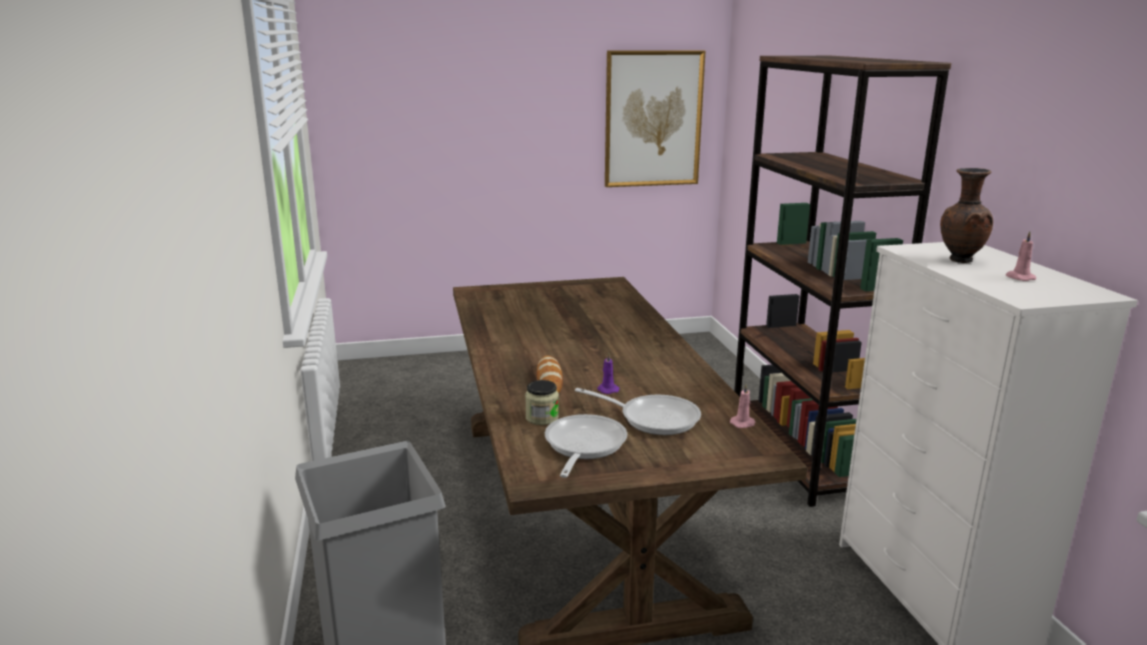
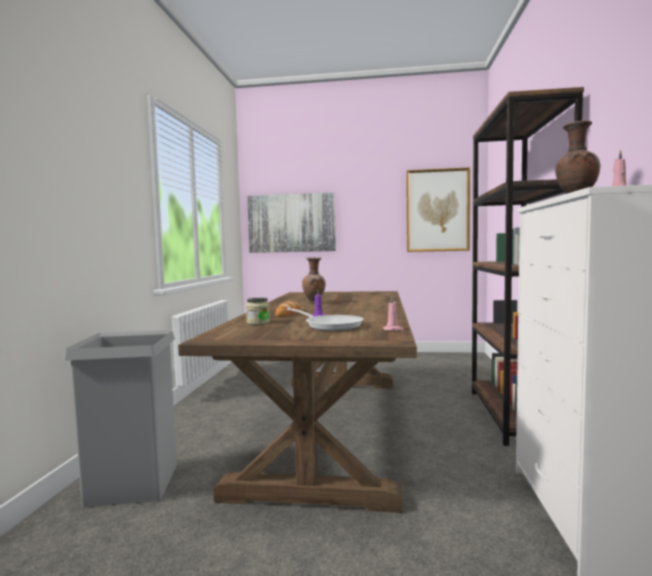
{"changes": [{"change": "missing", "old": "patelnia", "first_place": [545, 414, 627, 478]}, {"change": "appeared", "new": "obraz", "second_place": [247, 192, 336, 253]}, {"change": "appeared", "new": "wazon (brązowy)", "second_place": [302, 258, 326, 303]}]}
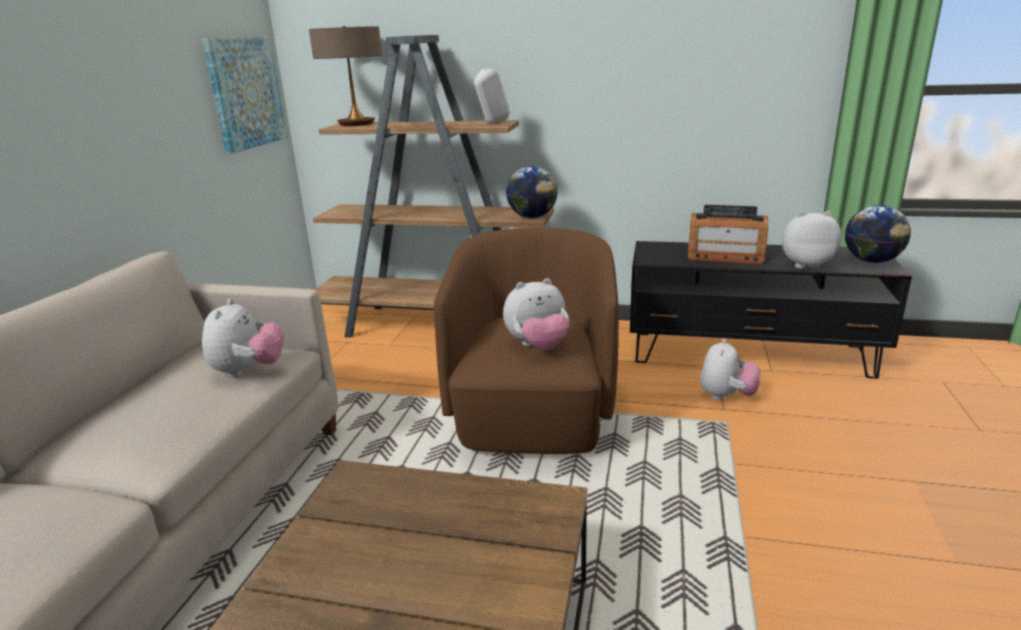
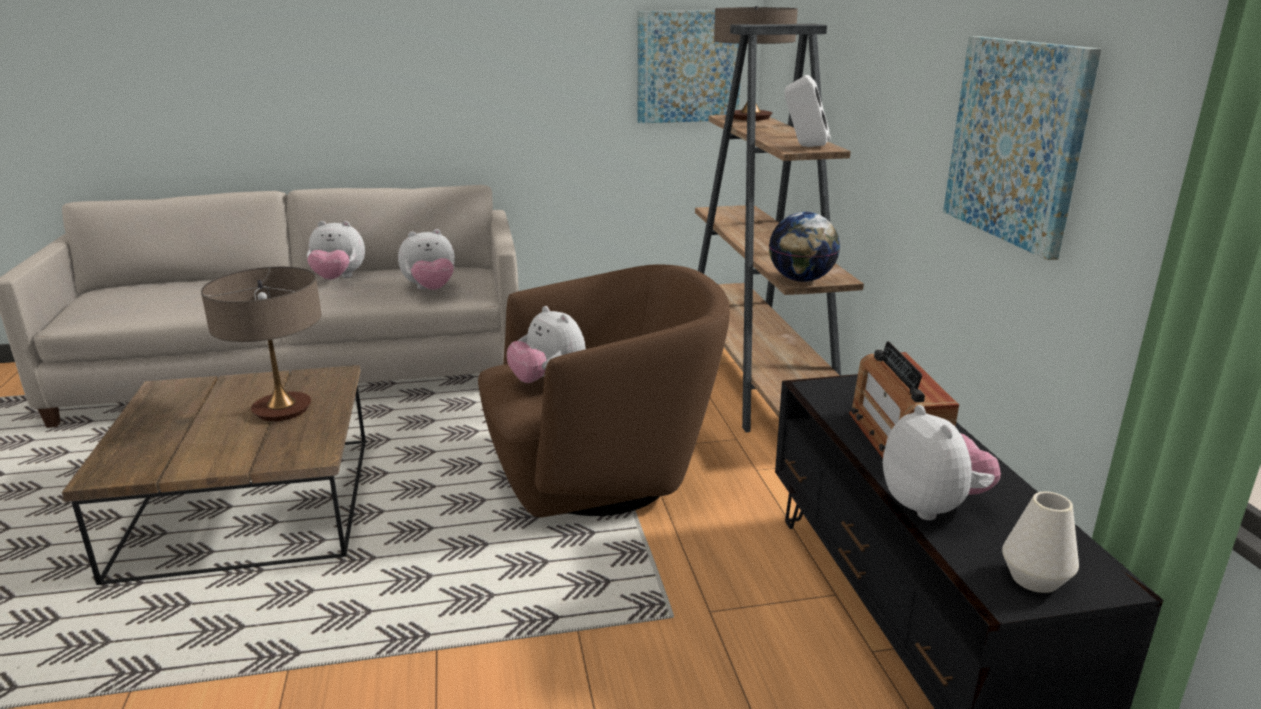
{"changes": [{"change": "exchanged", "old": "globus", "new": "wazon (biały)", "first_place": [845, 205, 911, 263], "second_place": [1002, 492, 1079, 593]}, {"change": "relocated", "old": "pluszak", "first_place": [700, 339, 761, 400], "second_place": [307, 221, 365, 280]}, {"change": "appeared", "new": "obraz", "second_place": [943, 36, 1101, 260]}, {"change": "appeared", "new": "lampa stołowa", "second_place": [201, 267, 322, 421]}]}
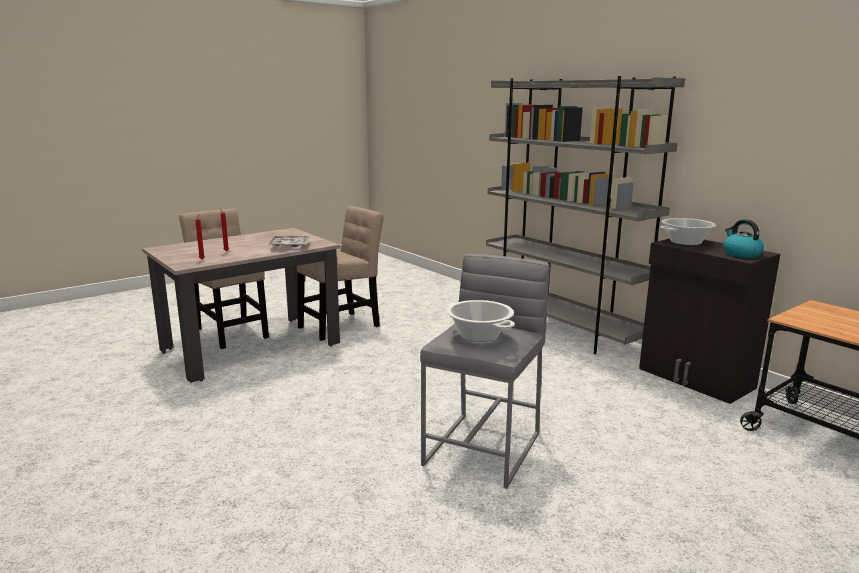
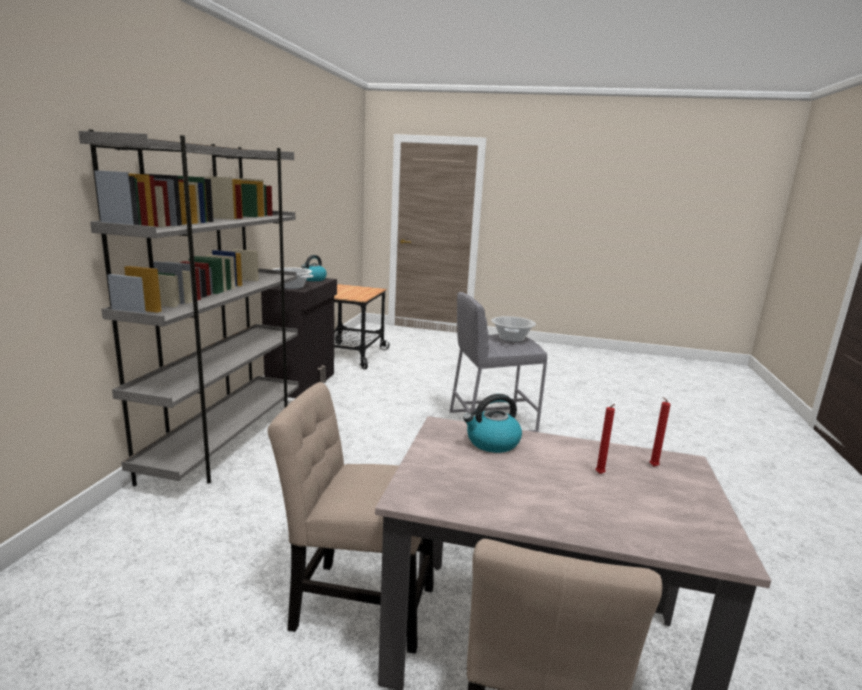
{"changes": [{"change": "exchanged", "old": "taca", "new": "czajnik", "first_place": [269, 236, 309, 247], "second_place": [463, 394, 522, 453]}]}
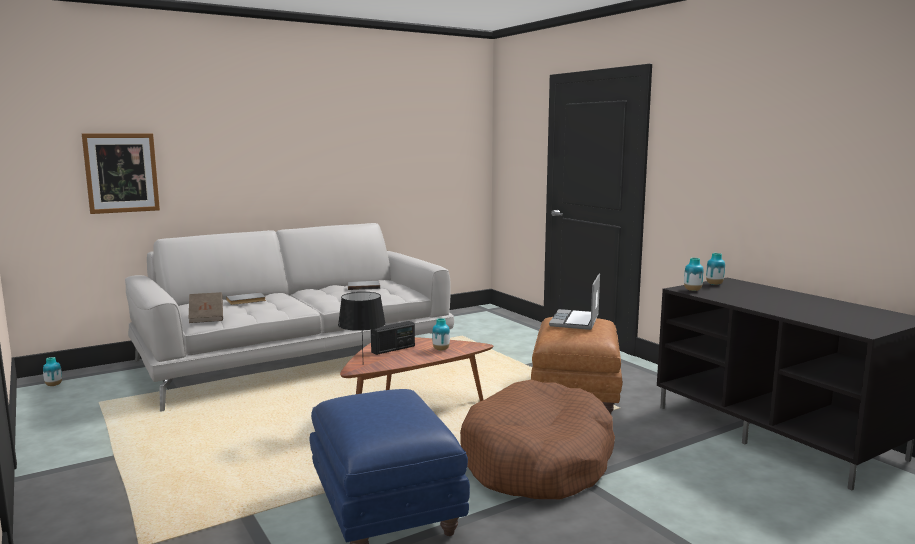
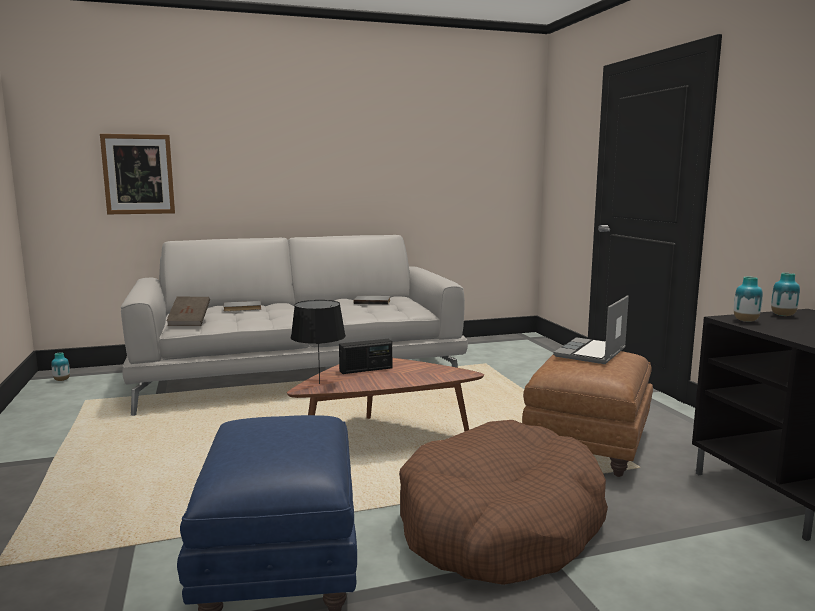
{"changes": [{"change": "missing", "old": "wazon", "first_place": [432, 318, 450, 350]}]}
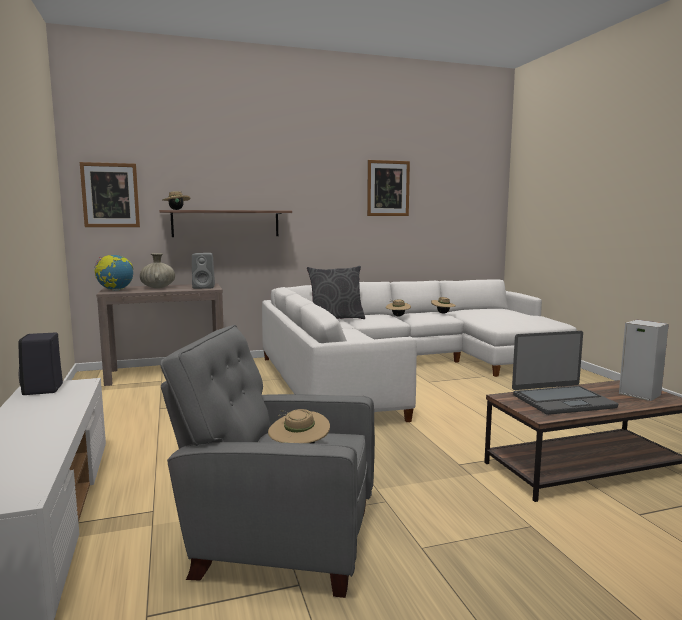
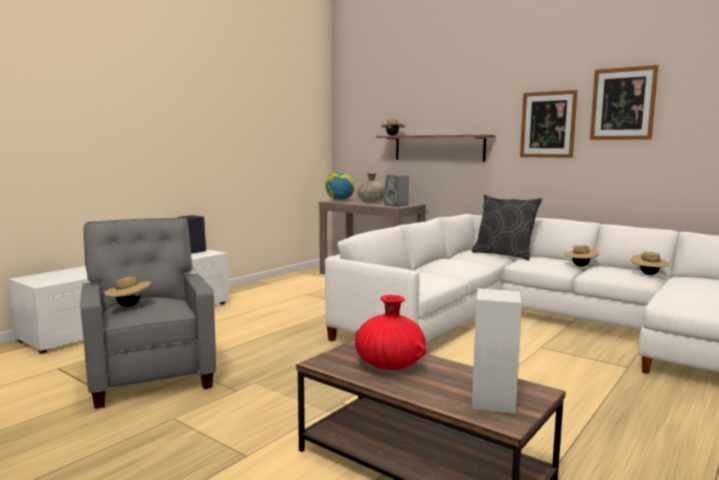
{"changes": [{"change": "relocated", "old": "obraz", "first_place": [80, 162, 140, 227], "second_place": [520, 90, 577, 158]}, {"change": "exchanged", "old": "laptop", "new": "wazon (czerwony)", "first_place": [512, 331, 618, 415], "second_place": [355, 295, 426, 370]}]}
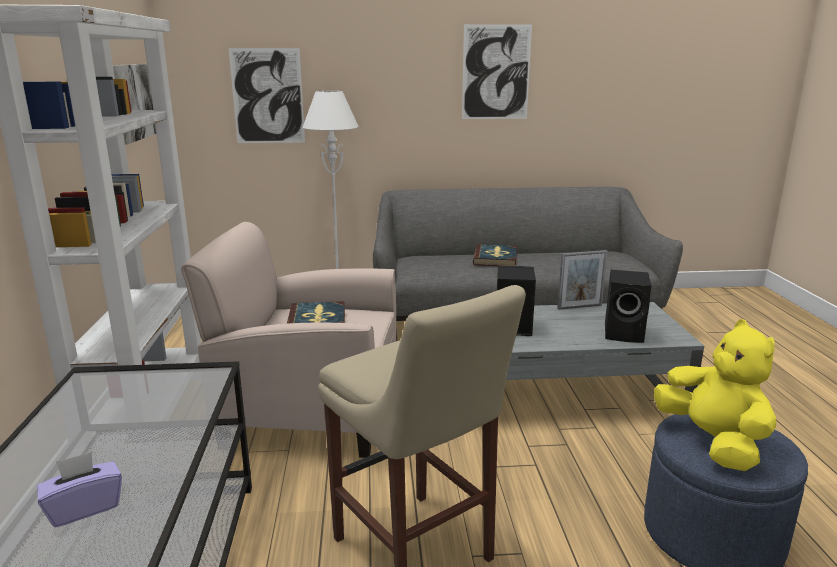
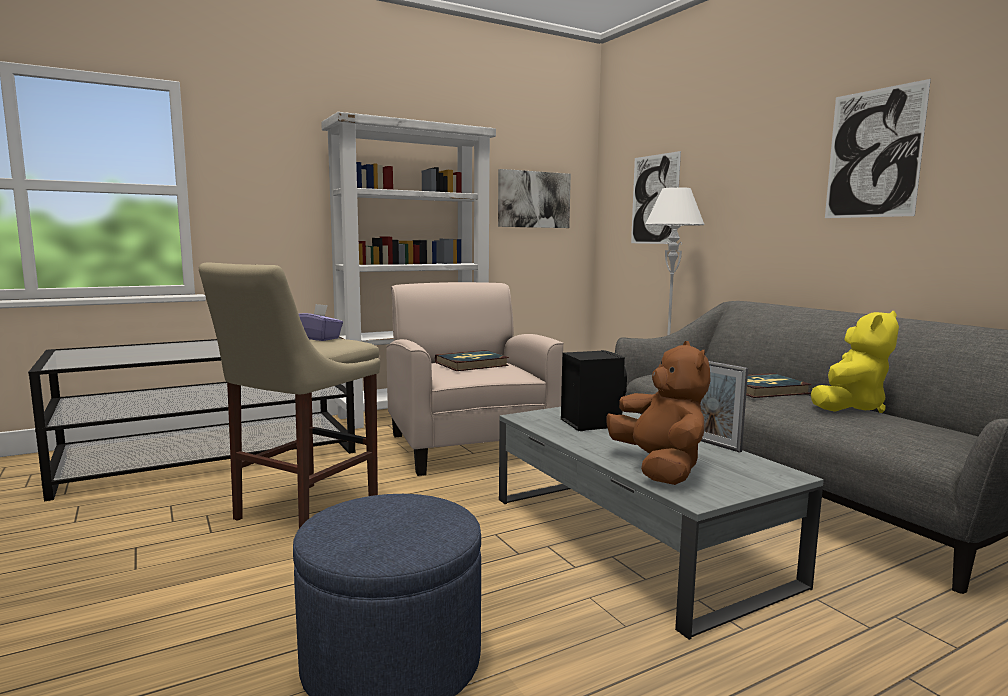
{"changes": [{"change": "exchanged", "old": "głośnik (czarny)", "new": "pluszak (brązowy)", "first_place": [605, 270, 652, 343], "second_place": [606, 341, 711, 485]}, {"change": "relocated", "old": "pluszak (żółty)", "first_place": [654, 319, 776, 471], "second_place": [811, 311, 899, 413]}, {"change": "relocated", "old": "pudełko chusteczek (fioletowy)", "first_place": [37, 452, 122, 527], "second_place": [299, 304, 343, 341]}]}
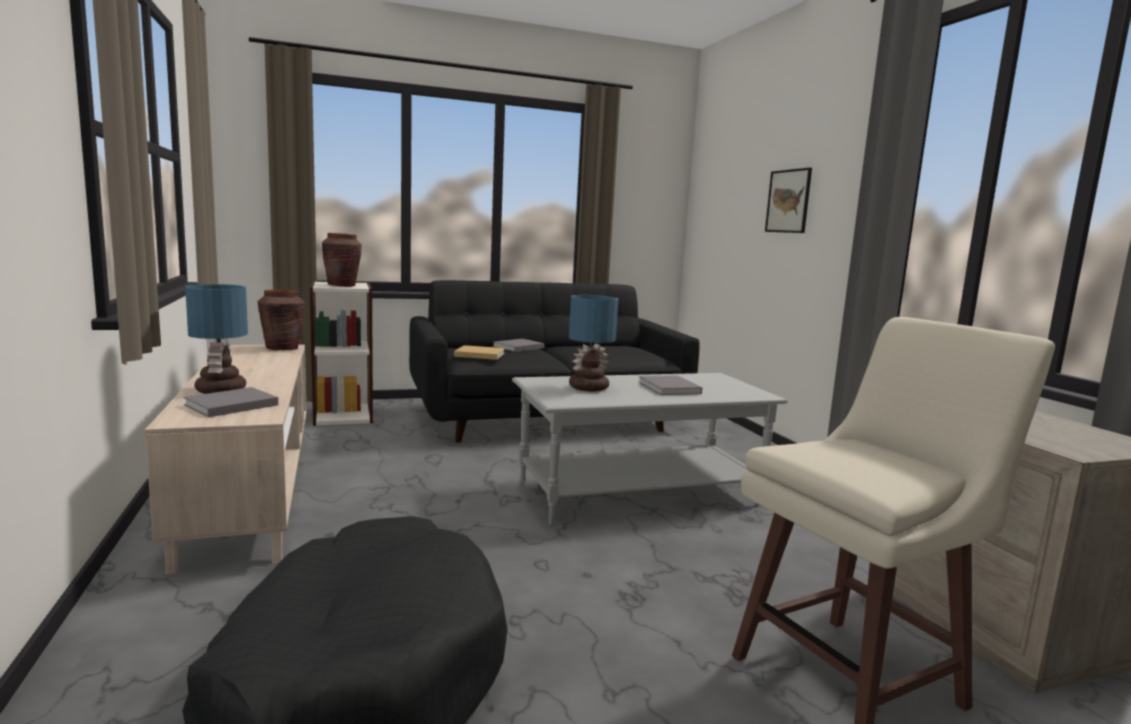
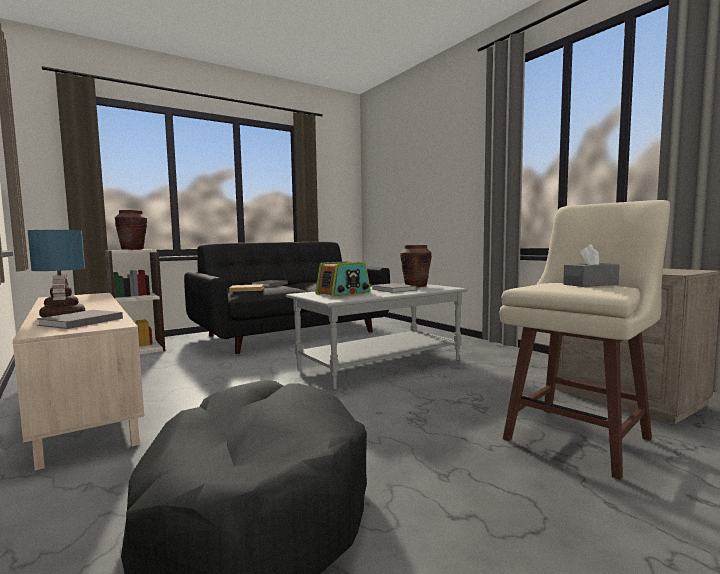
{"changes": [{"change": "missing", "old": "obraz", "first_place": [765, 167, 812, 233]}, {"change": "relocated", "old": "wazon (brązowy)", "first_place": [258, 290, 305, 350], "second_place": [400, 245, 432, 287]}, {"change": "exchanged", "old": "lampa stołowa", "new": "radio", "first_place": [569, 295, 618, 391], "second_place": [315, 261, 371, 297]}, {"change": "appeared", "new": "pudełko chusteczek (szary)", "second_place": [563, 245, 620, 287]}]}
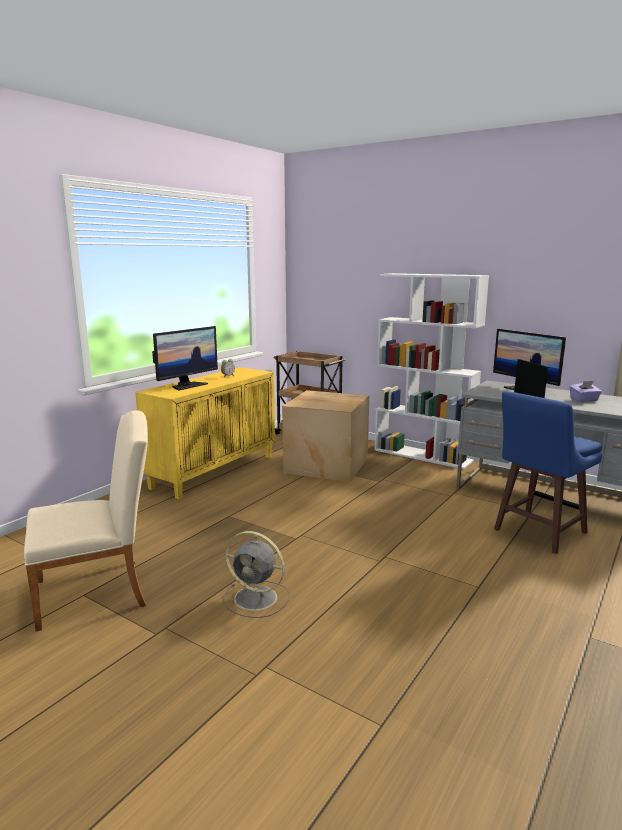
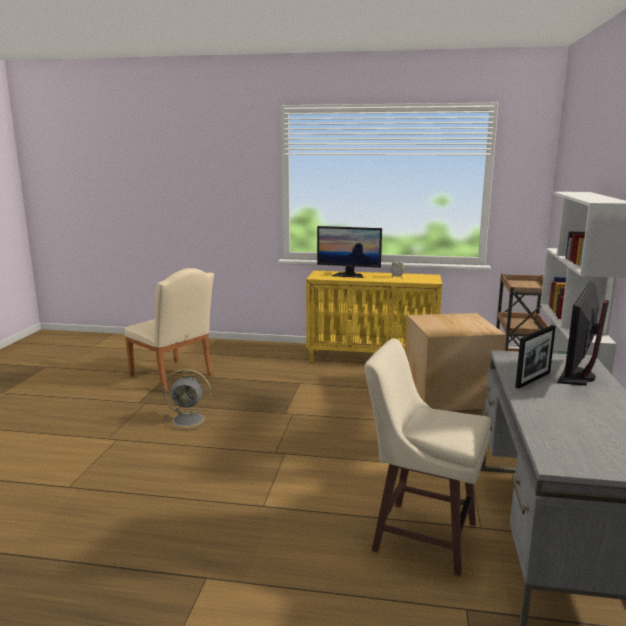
{"changes": [{"change": "missing", "old": "pudełko chusteczek (fioletowy)", "first_place": [570, 381, 602, 402]}, {"change": "colour", "old": "stołek (niebieski)", "new": "stołek (beżowy)", "first_place": [494, 391, 602, 554], "second_place": [365, 338, 491, 576]}, {"change": "spun", "old": "wentylator (szary)", "first_place": [223, 531, 290, 618], "second_place": [162, 369, 213, 430], "degrees": -90}]}
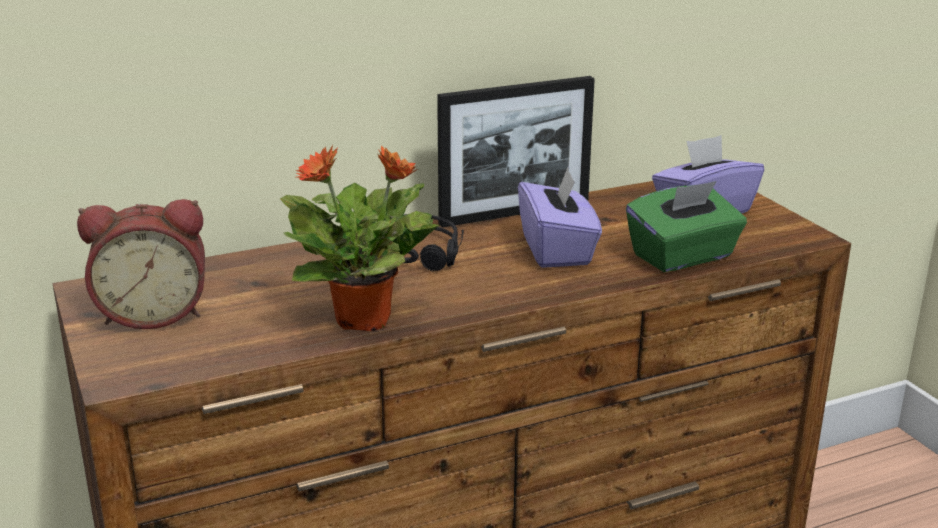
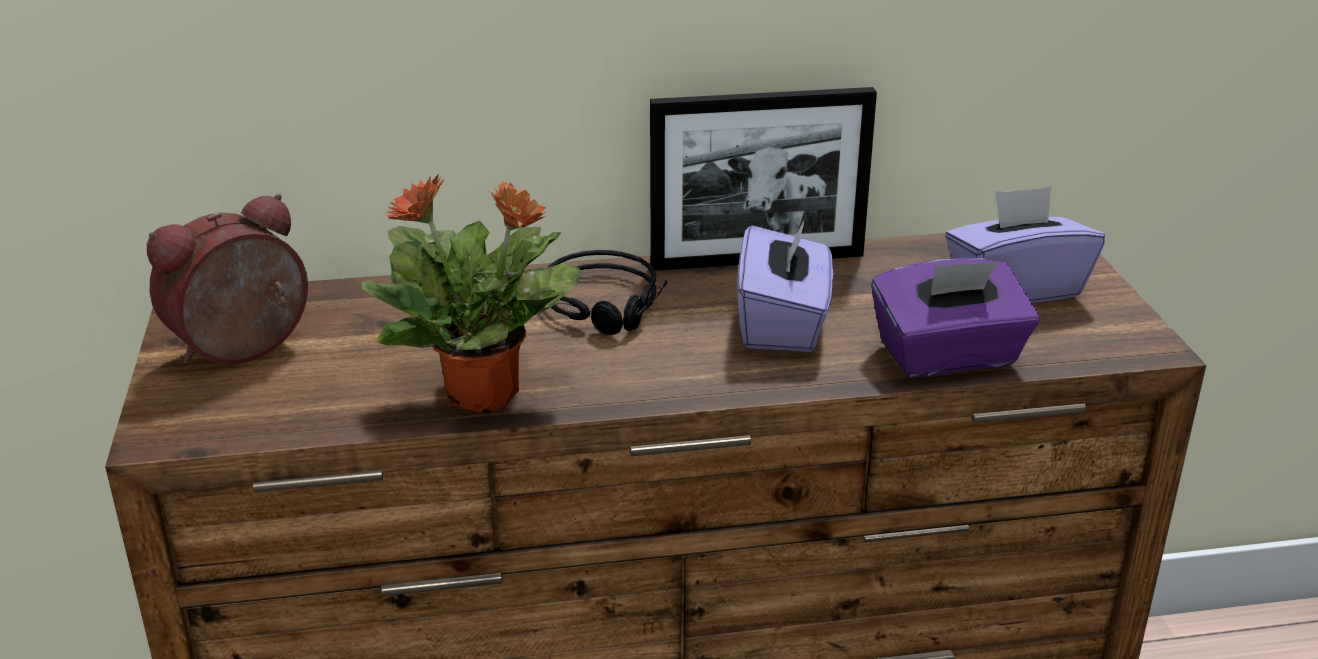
{"changes": [{"change": "colour", "old": "pudełko chusteczek (zielony)", "new": "pudełko chusteczek (fioletowy)", "first_place": [626, 181, 747, 272], "second_place": [871, 258, 1039, 377]}, {"change": "spun", "old": "budzik", "first_place": [77, 199, 205, 329], "second_place": [147, 194, 308, 364], "degrees": 135}]}
